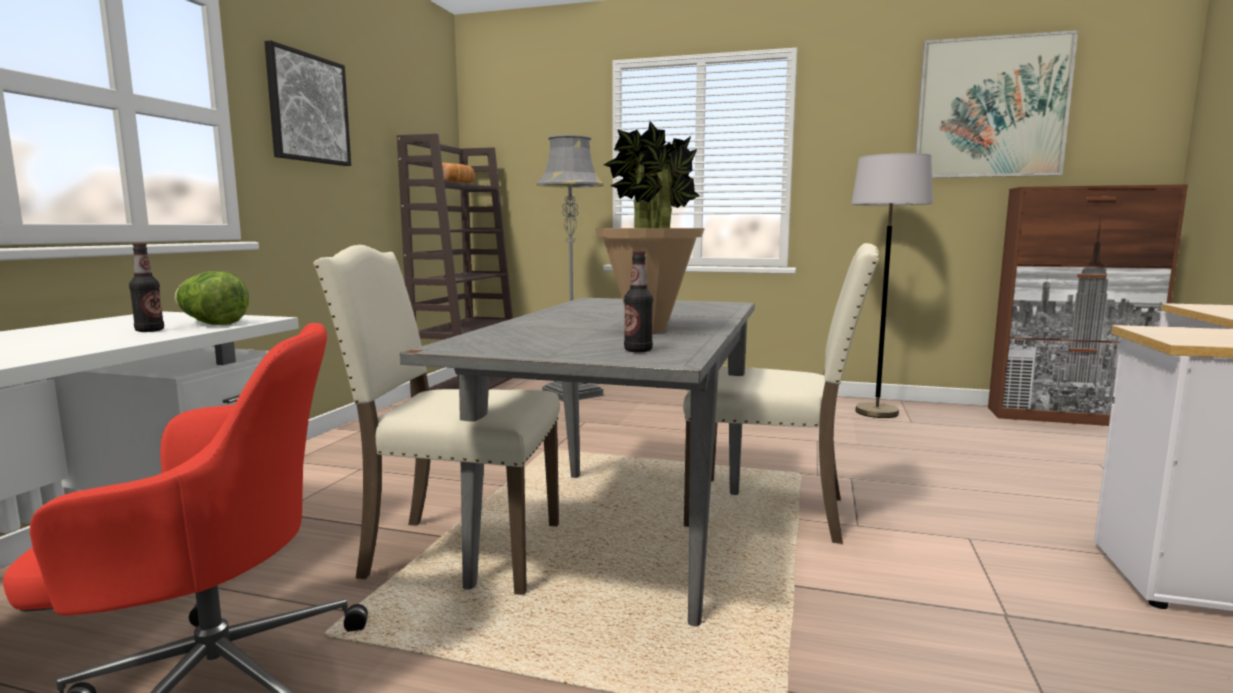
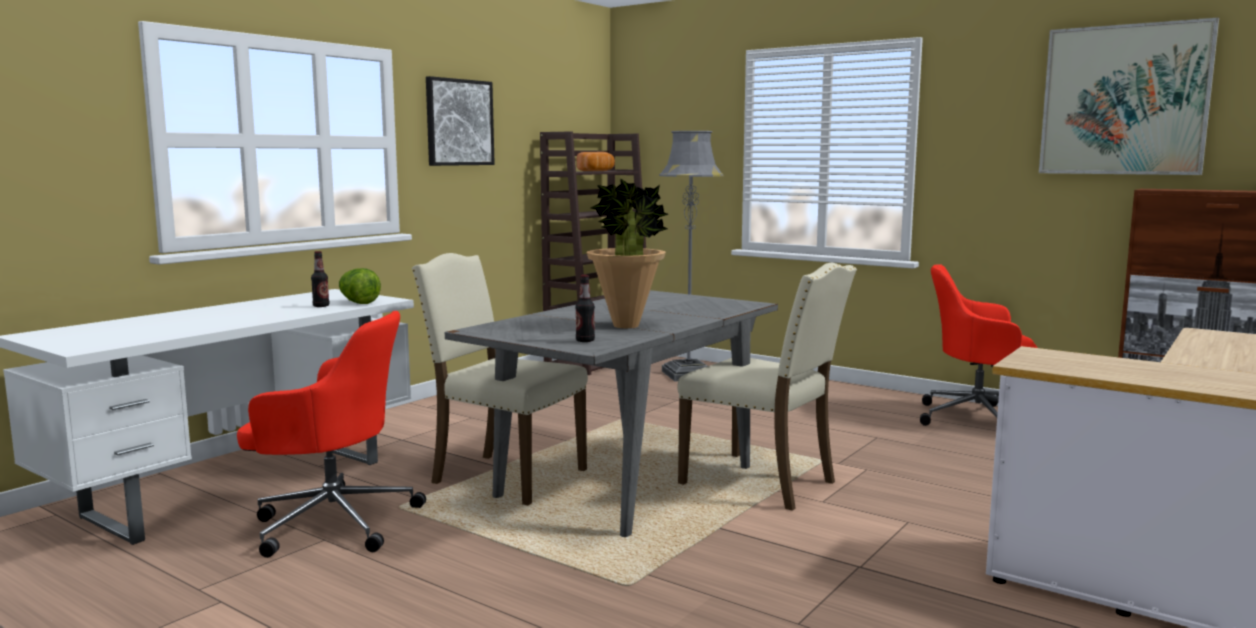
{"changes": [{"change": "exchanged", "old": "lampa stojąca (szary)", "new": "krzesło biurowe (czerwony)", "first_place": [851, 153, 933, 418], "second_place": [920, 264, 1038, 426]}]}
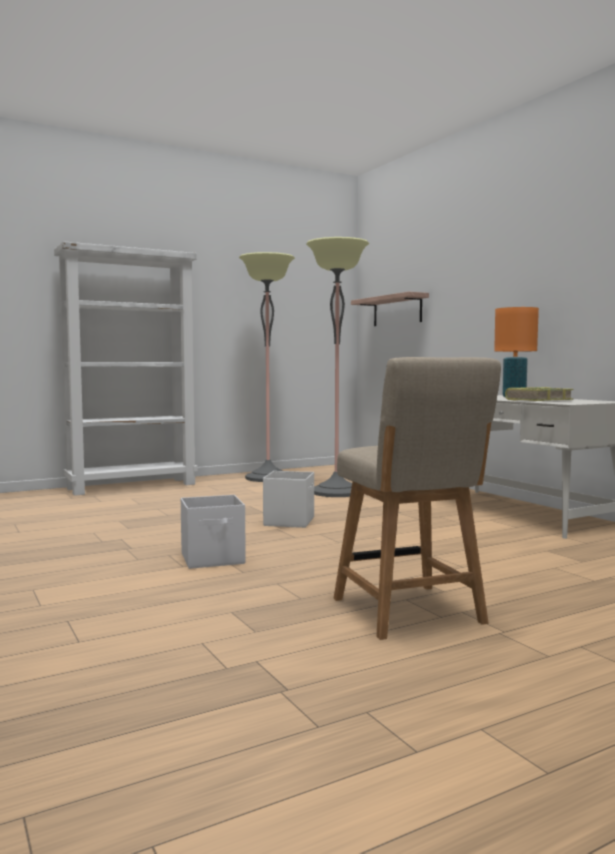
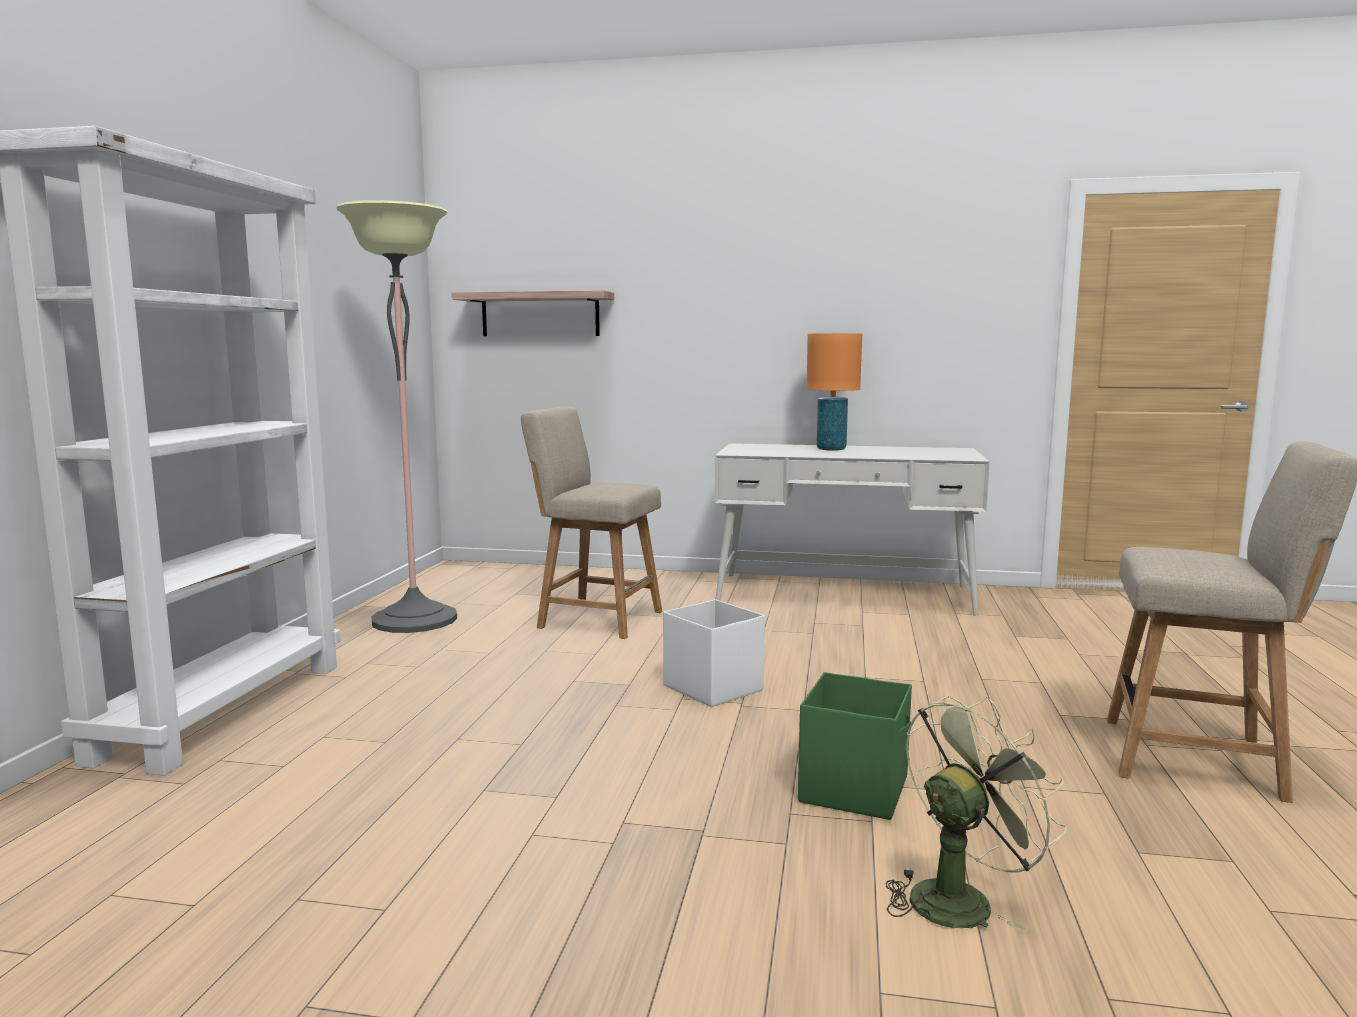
{"changes": [{"change": "exchanged", "old": "lampa stojąca", "new": "krzesło (beżowy)", "first_place": [306, 237, 369, 497], "second_place": [521, 406, 662, 639]}, {"change": "missing", "old": "książka", "first_place": [505, 387, 573, 401]}, {"change": "colour", "old": "pojemnik do przechowywania (biały)", "new": "pojemnik do przechowywania (zielony)", "first_place": [181, 495, 246, 569], "second_place": [798, 672, 912, 820]}, {"change": "appeared", "new": "wentylator (zielony)", "second_place": [886, 696, 1067, 932]}]}
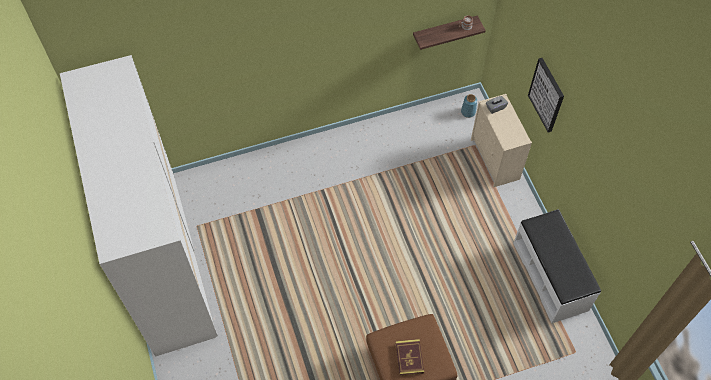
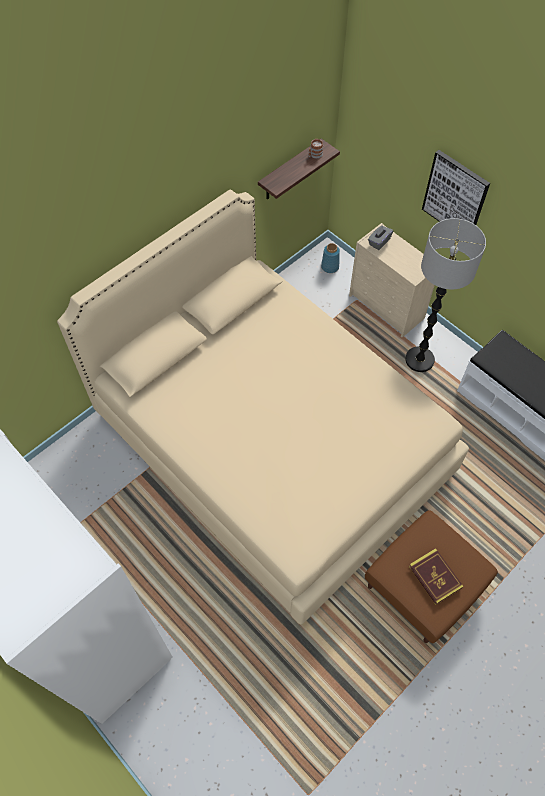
{"changes": [{"change": "appeared", "new": "łóżko (beżowy)", "second_place": [57, 190, 469, 625]}, {"change": "appeared", "new": "lampa stojąca", "second_place": [405, 218, 486, 372]}]}
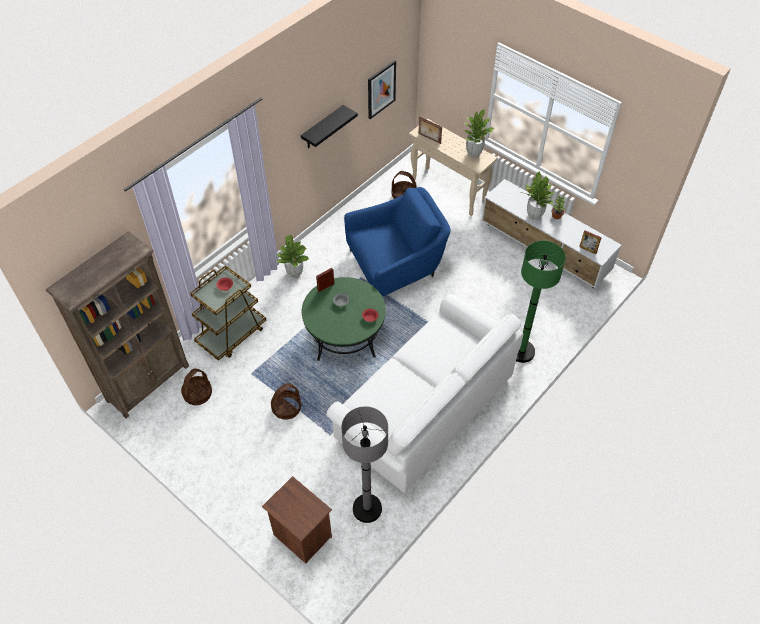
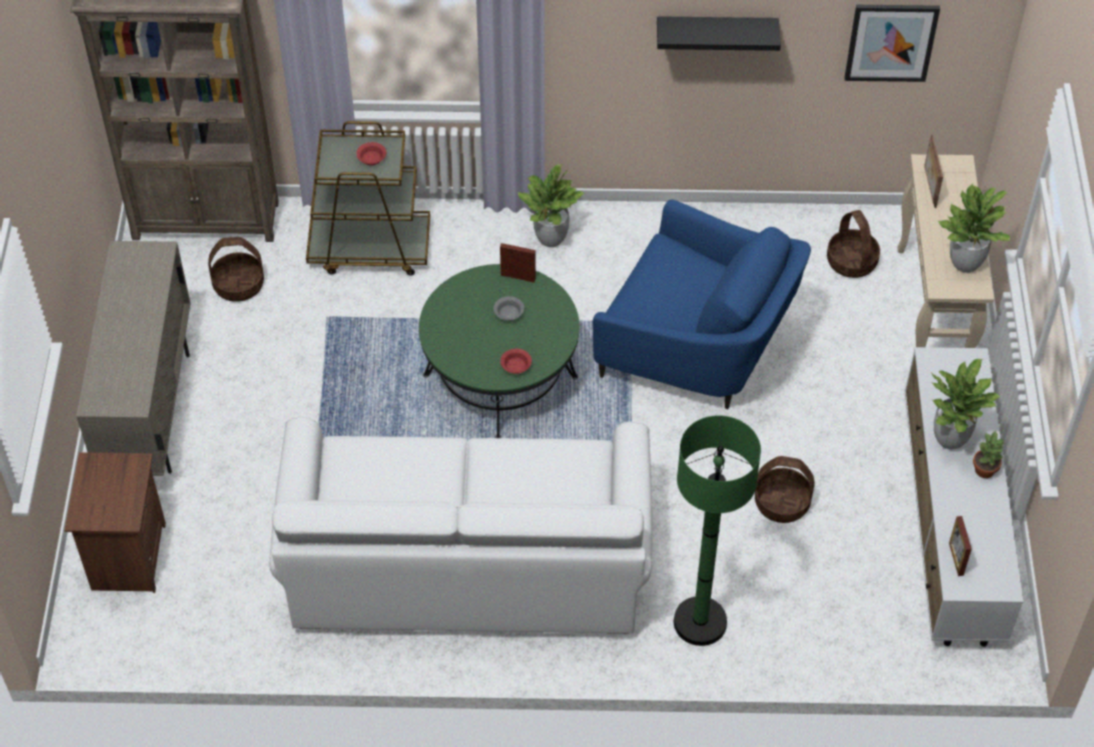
{"changes": [{"change": "relocated", "old": "koszyk", "first_place": [271, 383, 301, 420], "second_place": [755, 456, 814, 523]}, {"change": "missing", "old": "lampa stojąca (szary)", "first_place": [341, 406, 388, 523]}, {"change": "appeared", "new": "szafka (beżowy)", "second_place": [76, 241, 191, 476]}]}
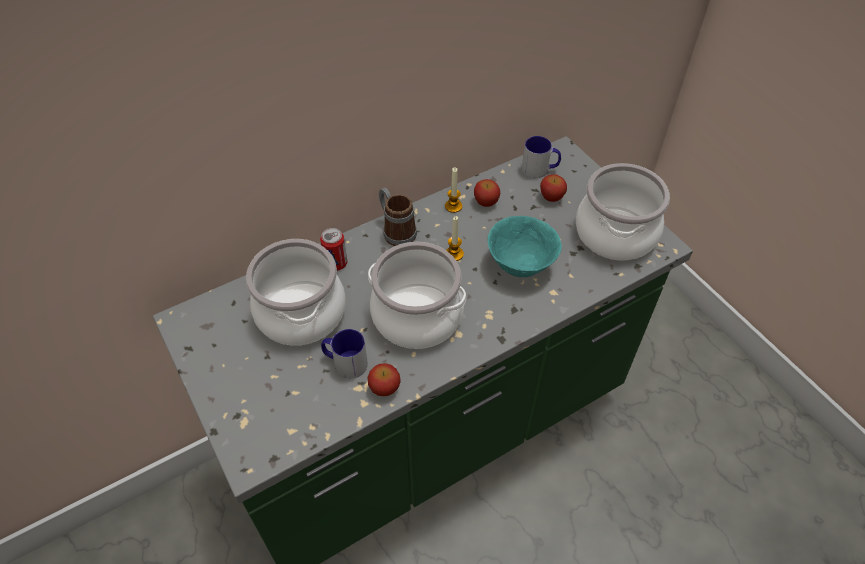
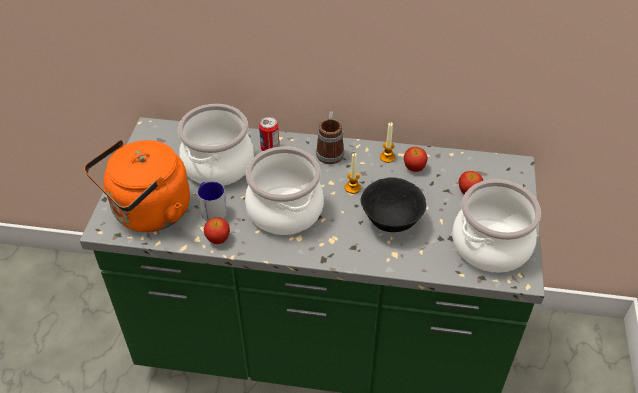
{"changes": [{"change": "missing", "old": "kubek", "first_place": [522, 136, 561, 178]}, {"change": "colour", "old": "miska (turkusowy)", "new": "miska (czarny)", "first_place": [487, 216, 562, 277], "second_place": [361, 178, 426, 232]}, {"change": "appeared", "new": "czajnik (pomarańczowy)", "second_place": [84, 140, 190, 232]}]}
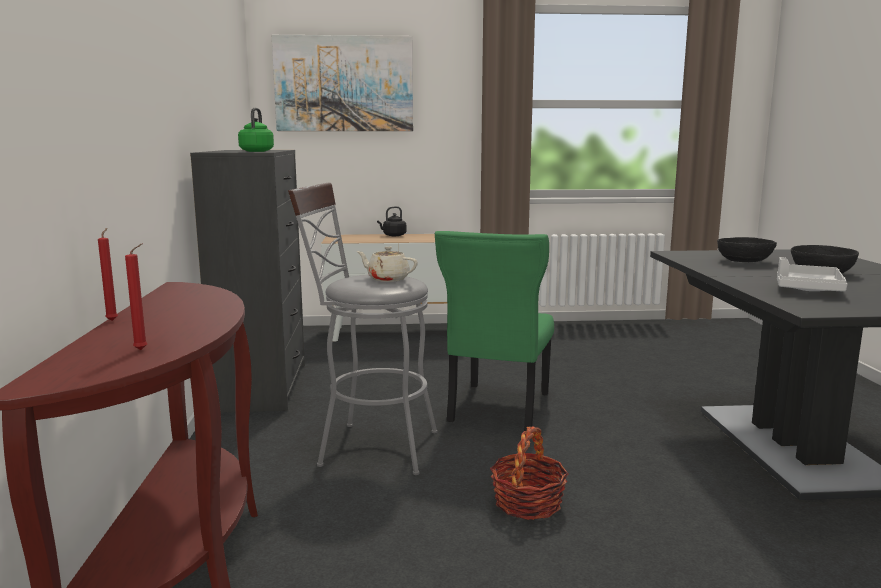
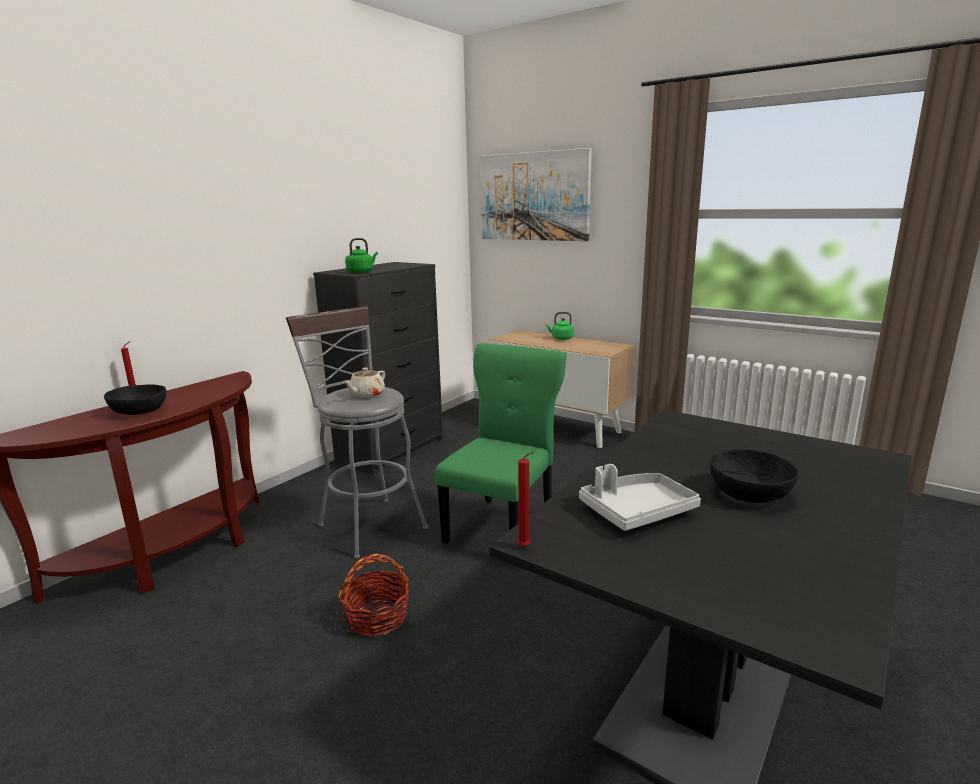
{"changes": [{"change": "colour", "old": "czajnik (czarny)", "new": "czajnik (zielony)", "first_place": [377, 206, 406, 236], "second_place": [546, 312, 574, 340]}, {"change": "spun", "old": "krzesło (zielony)", "first_place": [435, 231, 554, 431], "second_place": [435, 343, 567, 544], "degrees": 150}, {"change": "relocated", "old": "miska (czarny)", "first_place": [717, 237, 777, 262], "second_place": [104, 385, 166, 415]}, {"change": "relocated", "old": "świeca (czerwony)", "first_place": [125, 243, 147, 350], "second_place": [517, 451, 535, 547]}, {"change": "spun", "old": "imbryk (beżowy)", "first_place": [357, 246, 418, 282], "second_place": [343, 368, 385, 398], "degrees": -120}]}
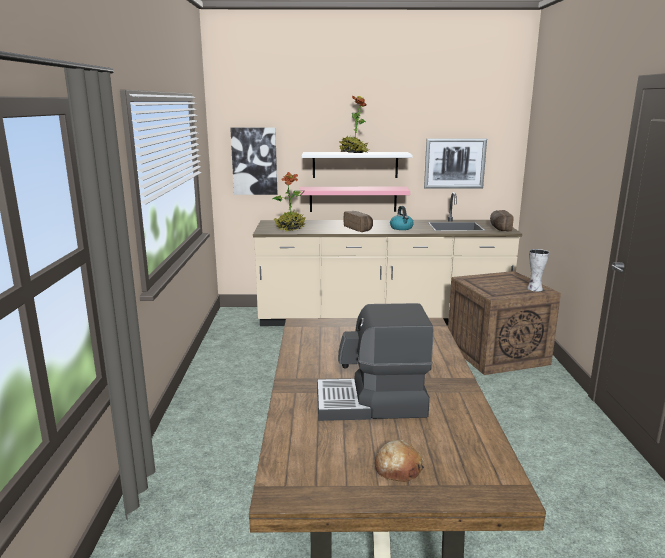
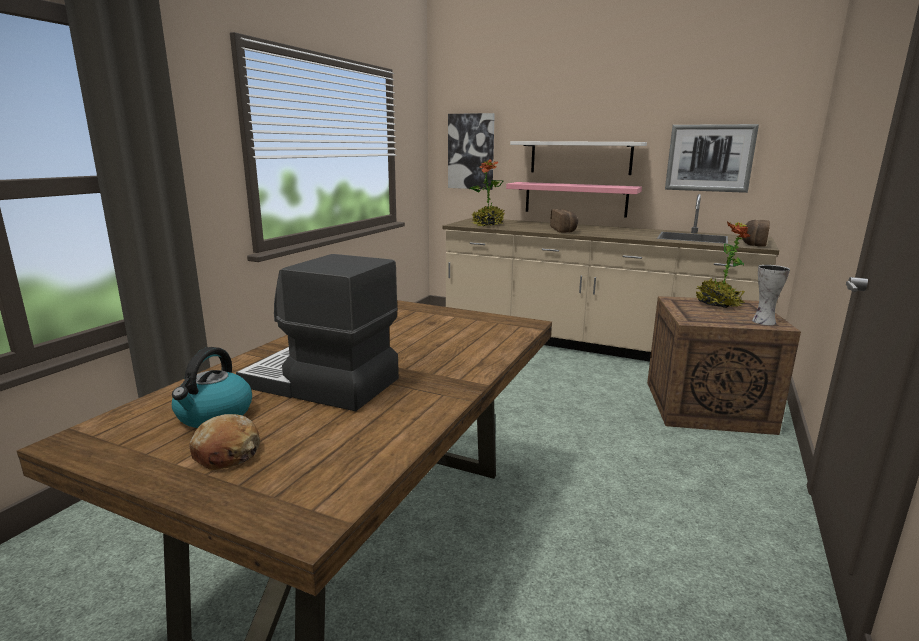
{"changes": [{"change": "relocated", "old": "roślina doniczkowa", "first_place": [339, 95, 369, 153], "second_place": [696, 221, 750, 308]}, {"change": "relocated", "old": "czajnik", "first_place": [390, 206, 414, 230], "second_place": [172, 347, 252, 428]}]}
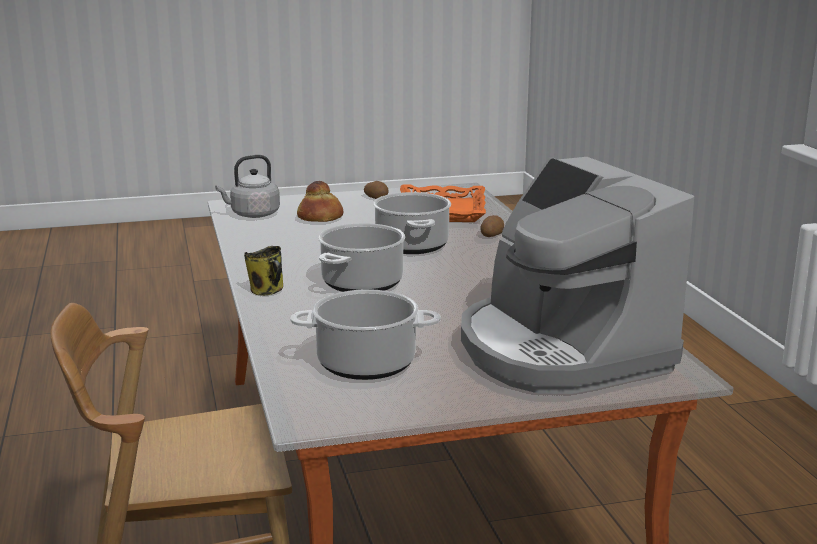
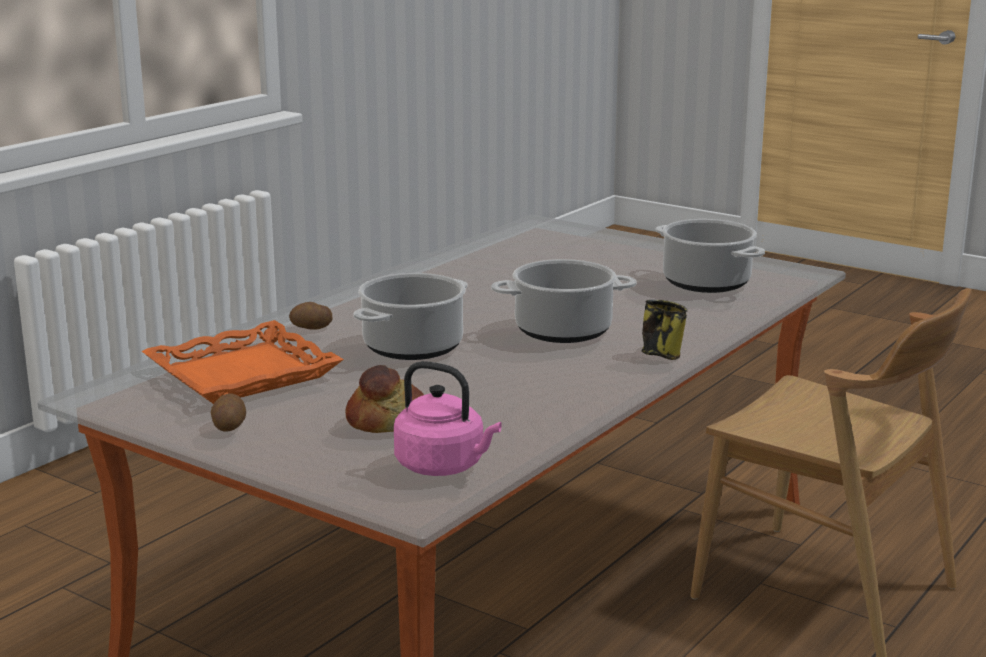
{"changes": [{"change": "colour", "old": "czajnik (szary)", "new": "czajnik (różowy)", "first_place": [215, 155, 280, 218], "second_place": [394, 361, 502, 476]}, {"change": "missing", "old": "ekspres do kawy", "first_place": [461, 157, 695, 394]}]}
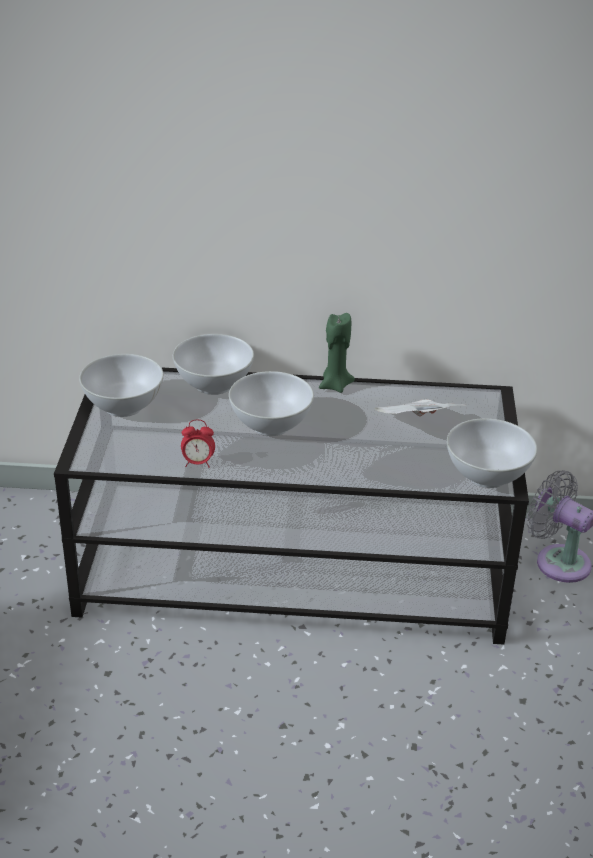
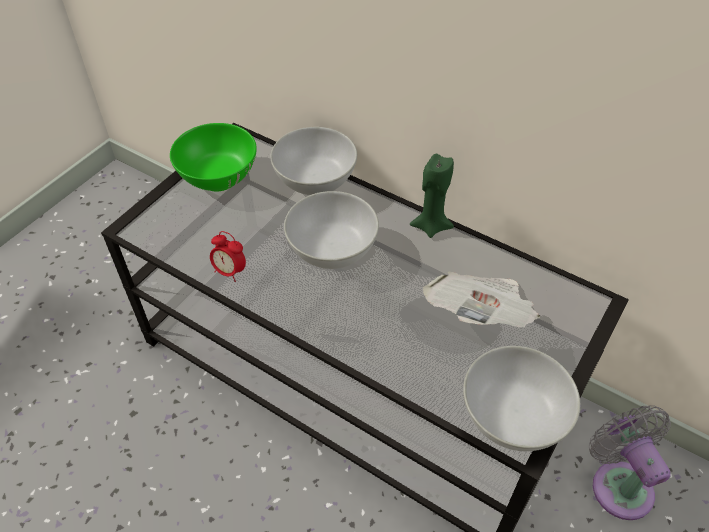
{"changes": [{"change": "colour", "old": "miska (biały)", "new": "miska (zielony)", "first_place": [79, 354, 164, 417], "second_place": [170, 123, 257, 191]}]}
